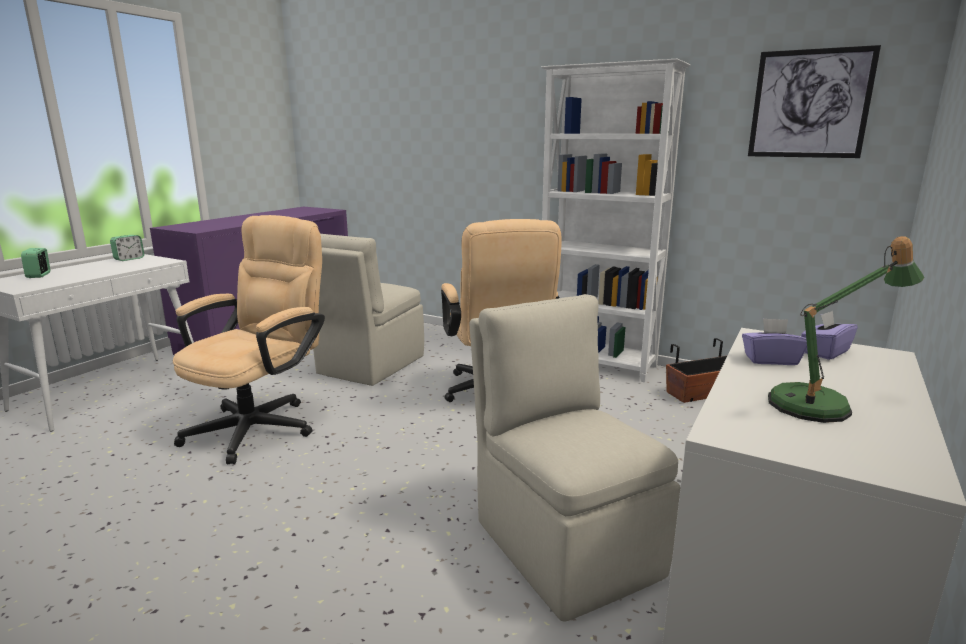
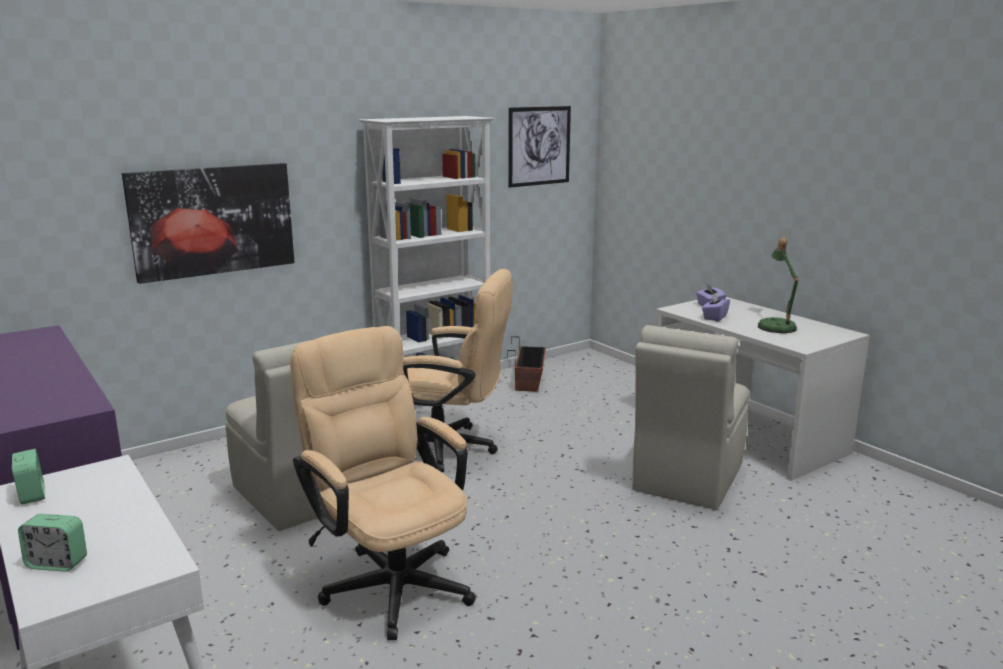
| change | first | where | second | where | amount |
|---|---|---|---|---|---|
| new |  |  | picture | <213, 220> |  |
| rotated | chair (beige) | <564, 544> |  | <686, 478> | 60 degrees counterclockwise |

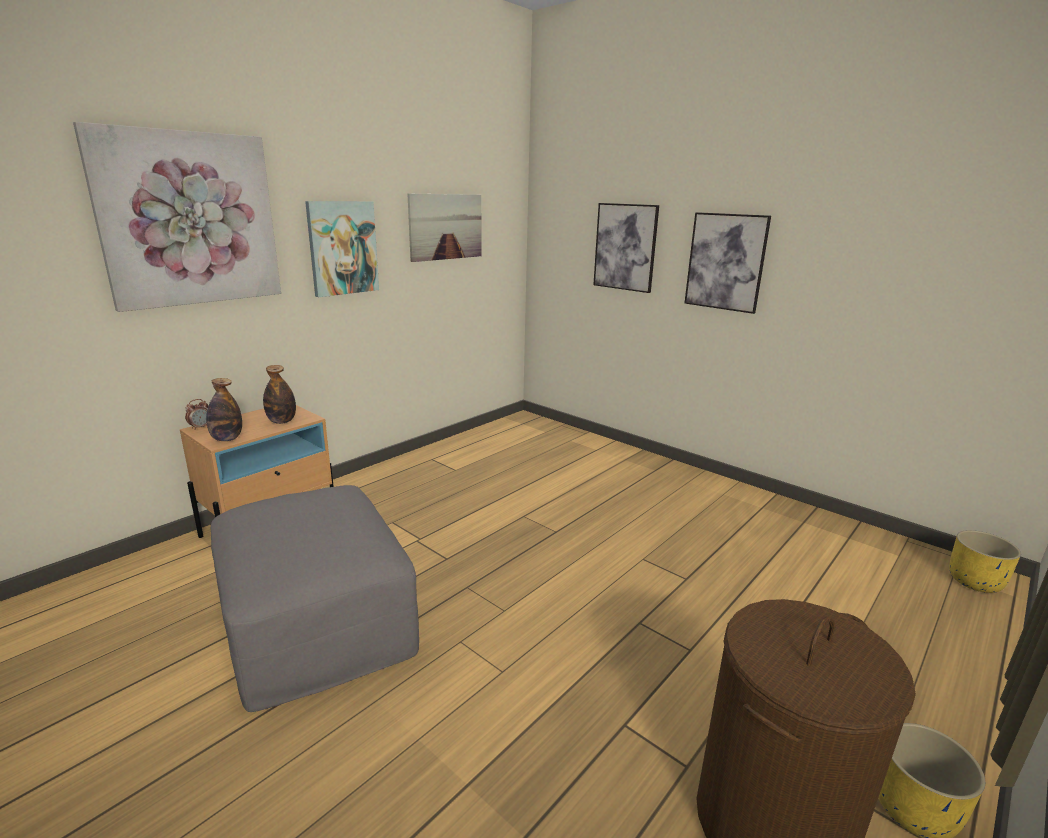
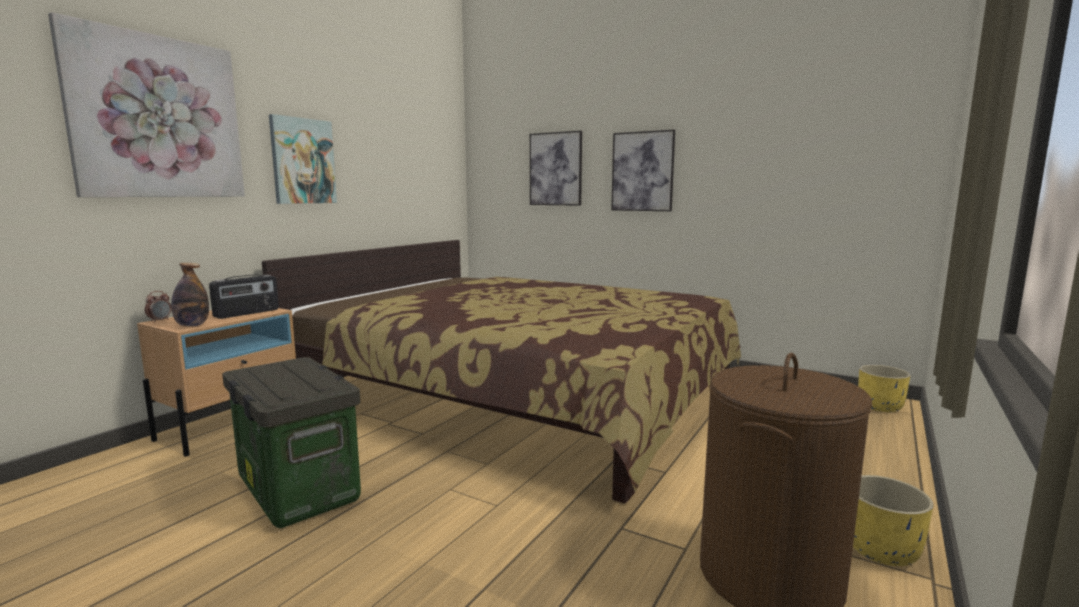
| change | first | where | second | where | amount |
|---|---|---|---|---|---|
| gone | picture | <446, 227> |  |  |  |
| new |  |  | bed | <519, 390> |  |
| swapped | ottoman (grey) | <315, 619> | storage box | <295, 489> |  |
| swapped | bottle | <282, 421> | radio | <247, 313> |  |

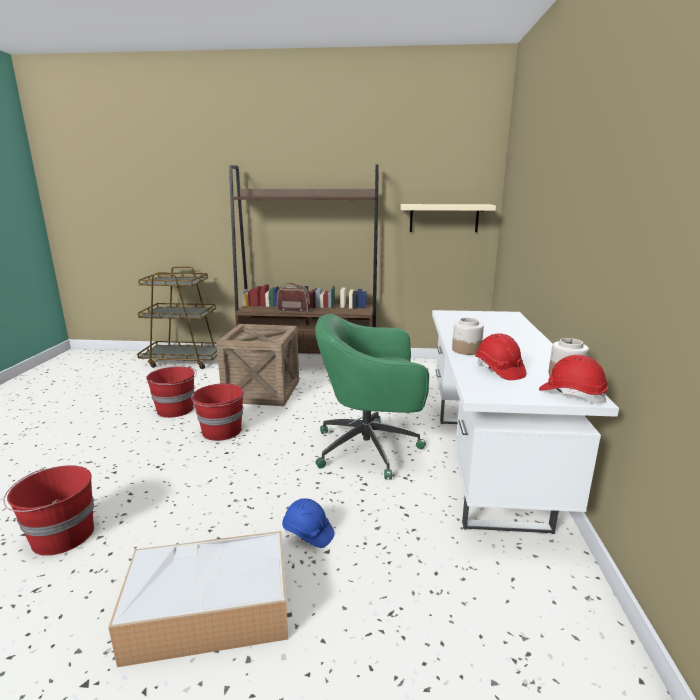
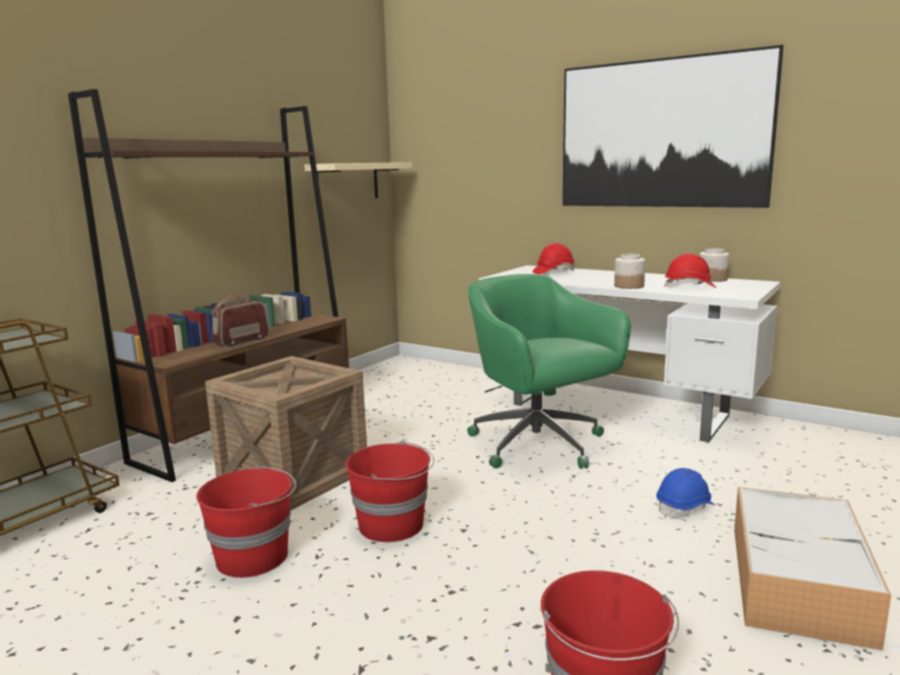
| change | first | where | second | where | amount |
|---|---|---|---|---|---|
| new |  |  | picture | <661, 134> |  |
| shifted | hard hat (red) | <571, 394> |  | <553, 272> |  |
| rotated | office chair (green) | <370, 448> |  | <539, 445> | 120 degrees clockwise |

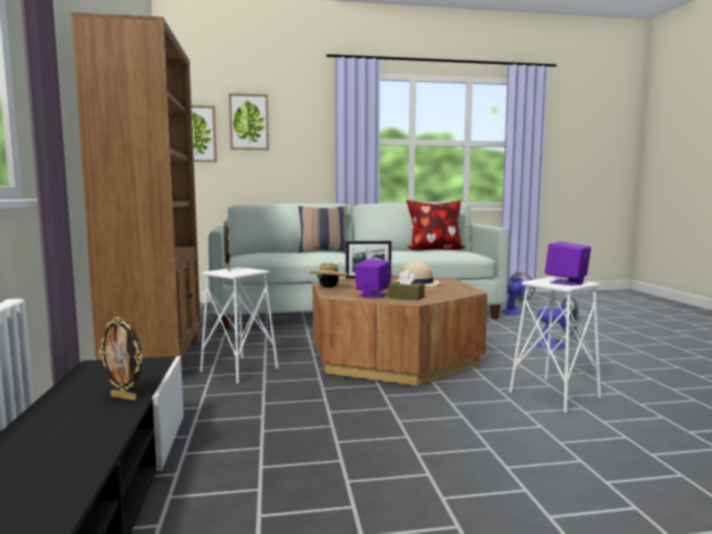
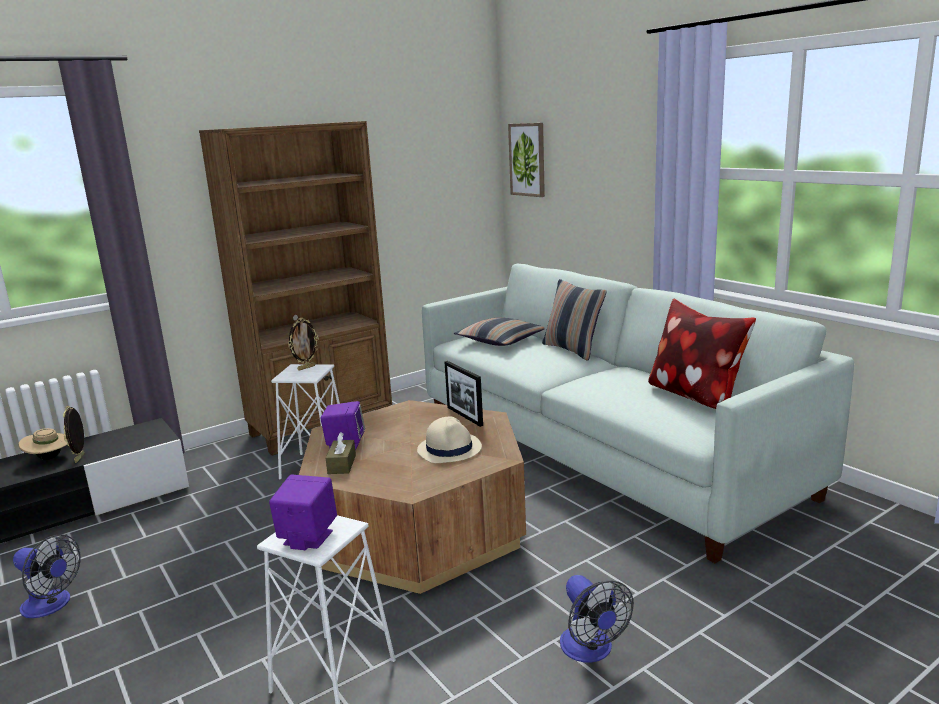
| change | first | where | second | where | amount |
|---|---|---|---|---|---|
| gone | picture | <249, 122> |  |  |  |
| new |  |  | pillow | <501, 340> |  |
| shifted | hat (beige) | <329, 287> |  | <49, 458> |  |
| shifted | fan | <515, 311> |  | <51, 605> |  |

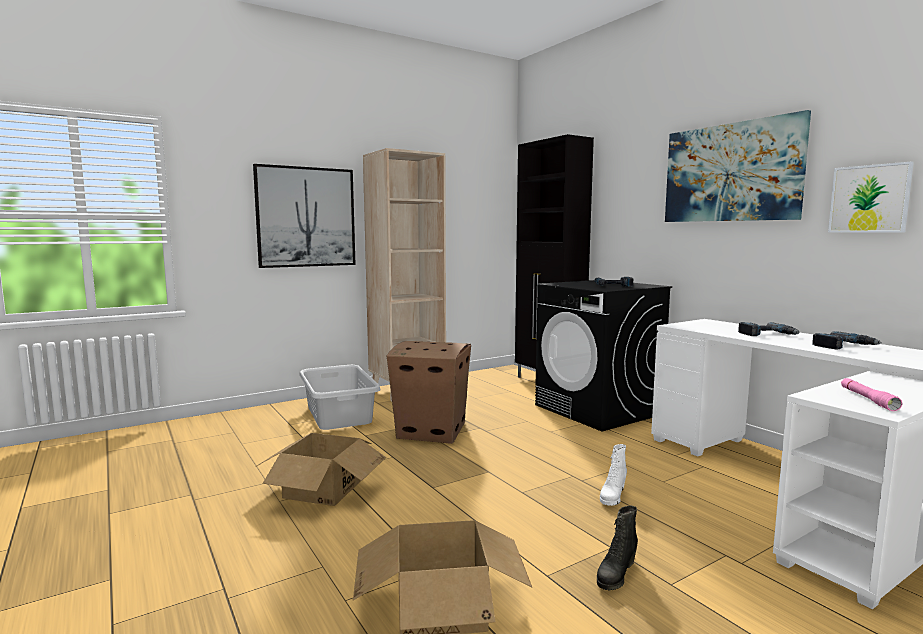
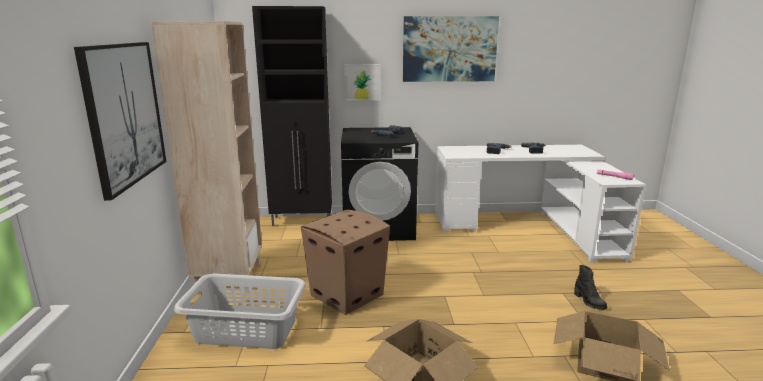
| change | first | where | second | where | amount |
|---|---|---|---|---|---|
| gone | boot (white) | <612, 496> |  |  |  |
| shifted | picture | <869, 199> |  | <362, 82> |  |

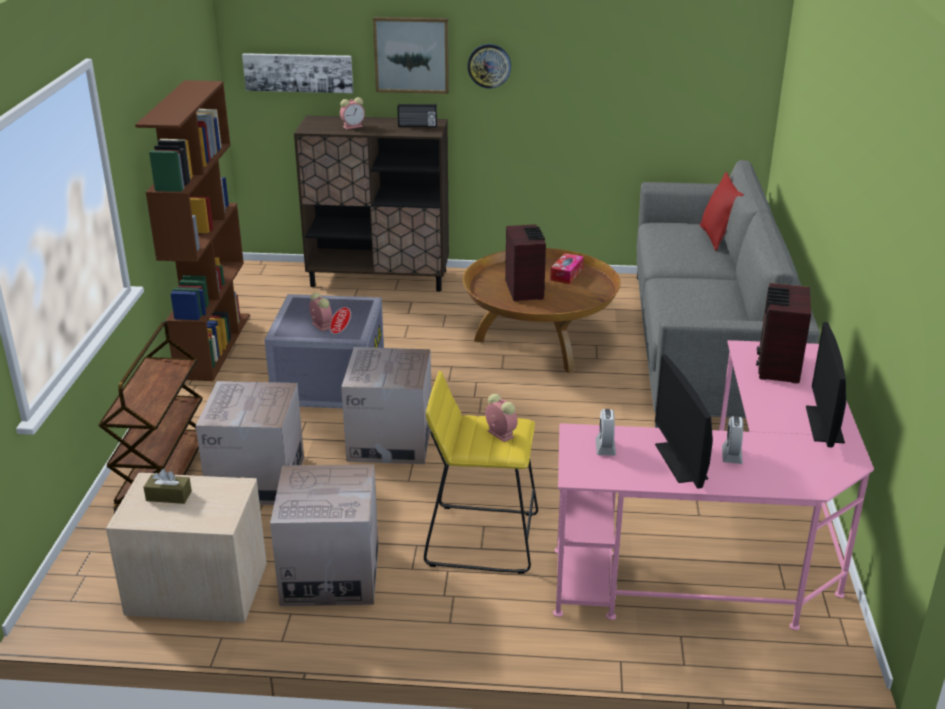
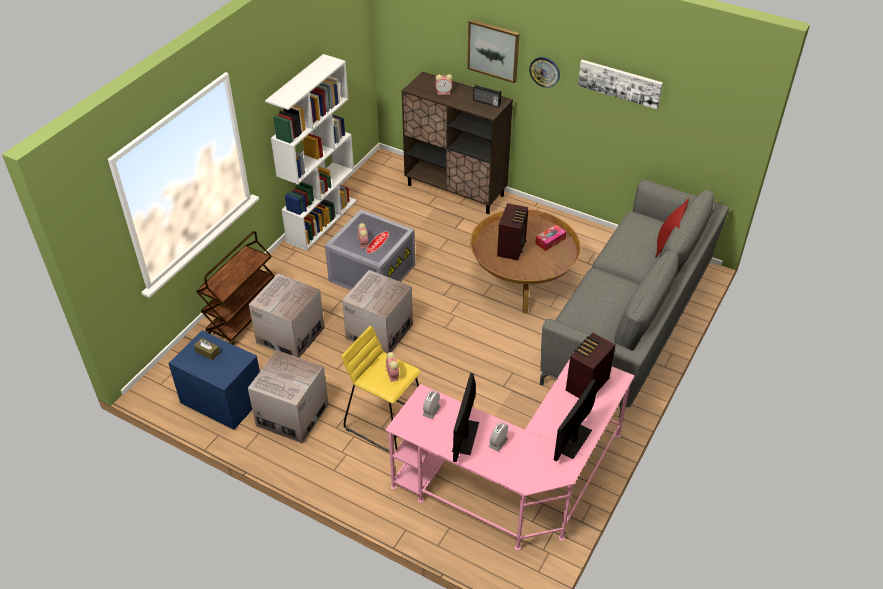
| change | first | where | second | where | amount |
|---|---|---|---|---|---|
| shifted | picture | <298, 72> |  | <620, 83> |  |
| repainted | nightstand (beige) | <196, 588> | nightstand (blue) | <222, 399> |  |
| repainted | bookcase (brown) | <213, 345> | bookcase (white) | <322, 220> |  |

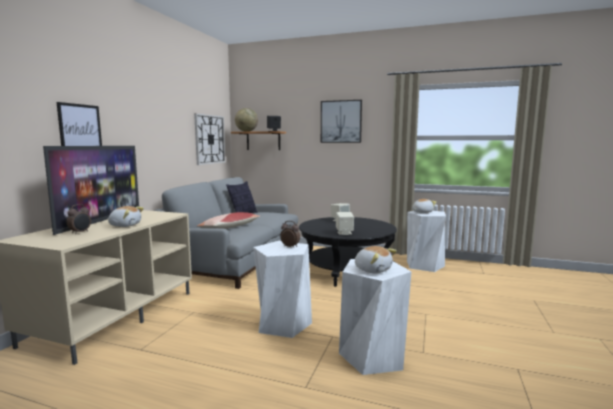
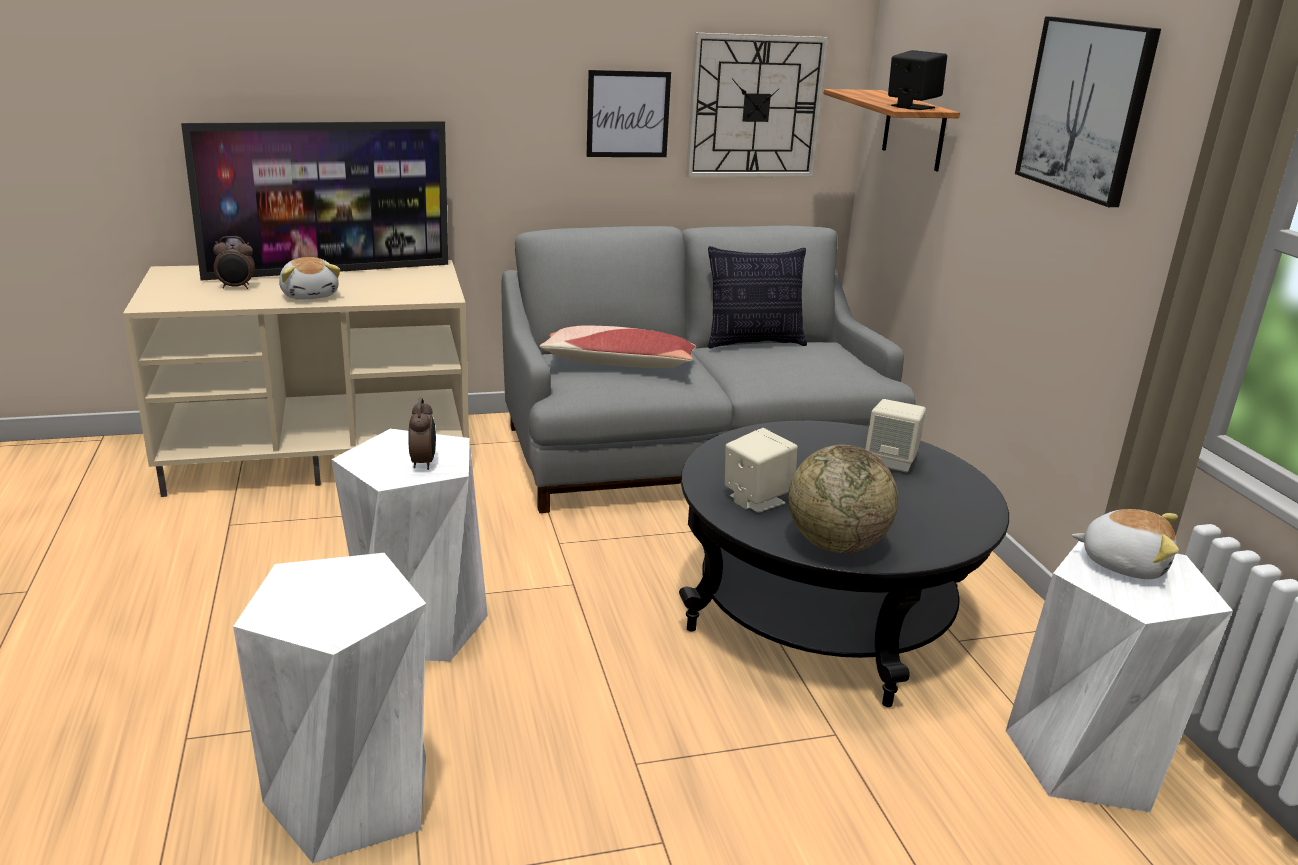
| change | first | where | second | where | amount |
|---|---|---|---|---|---|
| gone | plush toy | <373, 269> |  |  |  |
| shifted | picture | <80, 127> |  | <628, 114> |  |
| shifted | globe | <246, 131> |  | <836, 544> |  |

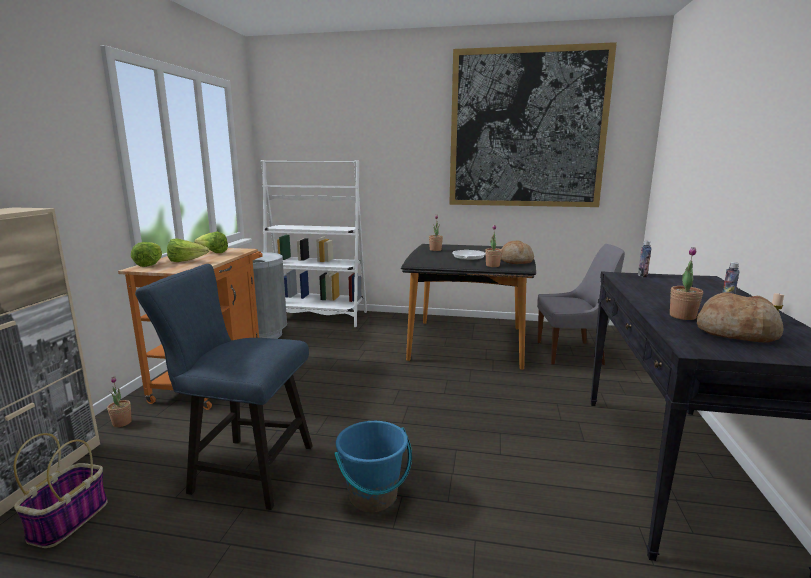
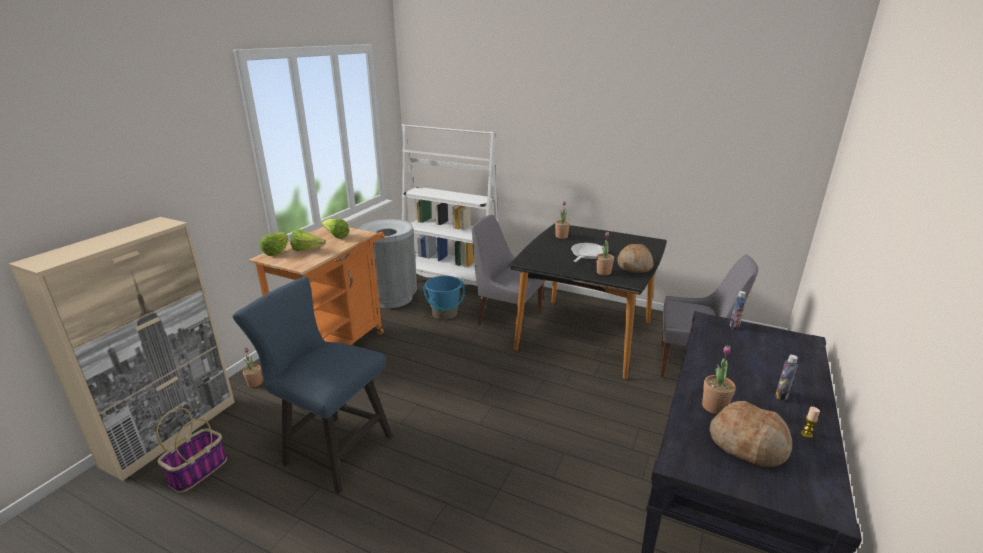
| change | first | where | second | where | amount |
|---|---|---|---|---|---|
| gone | picture | <526, 129> |  |  |  |
| new |  |  | chair (grey) | <507, 317> |  |
| shifted | bucket (blue) | <373, 496> |  | <444, 314> |  |

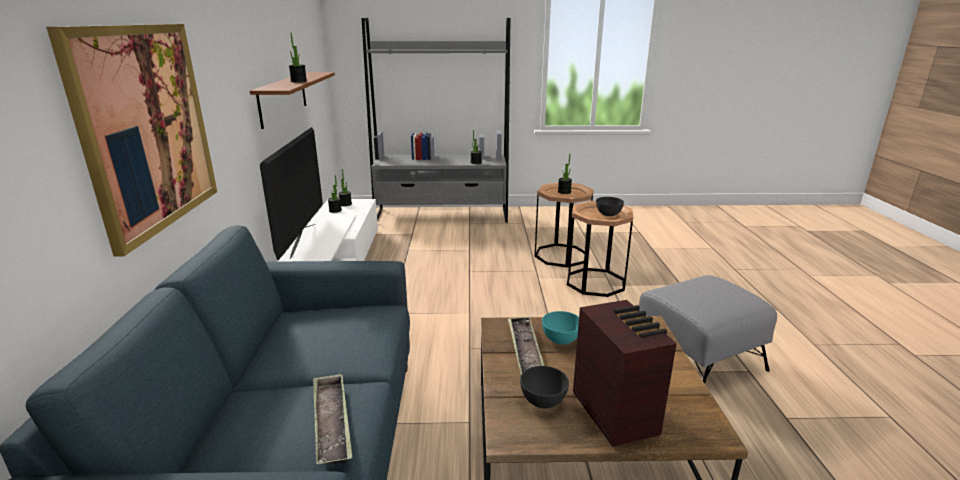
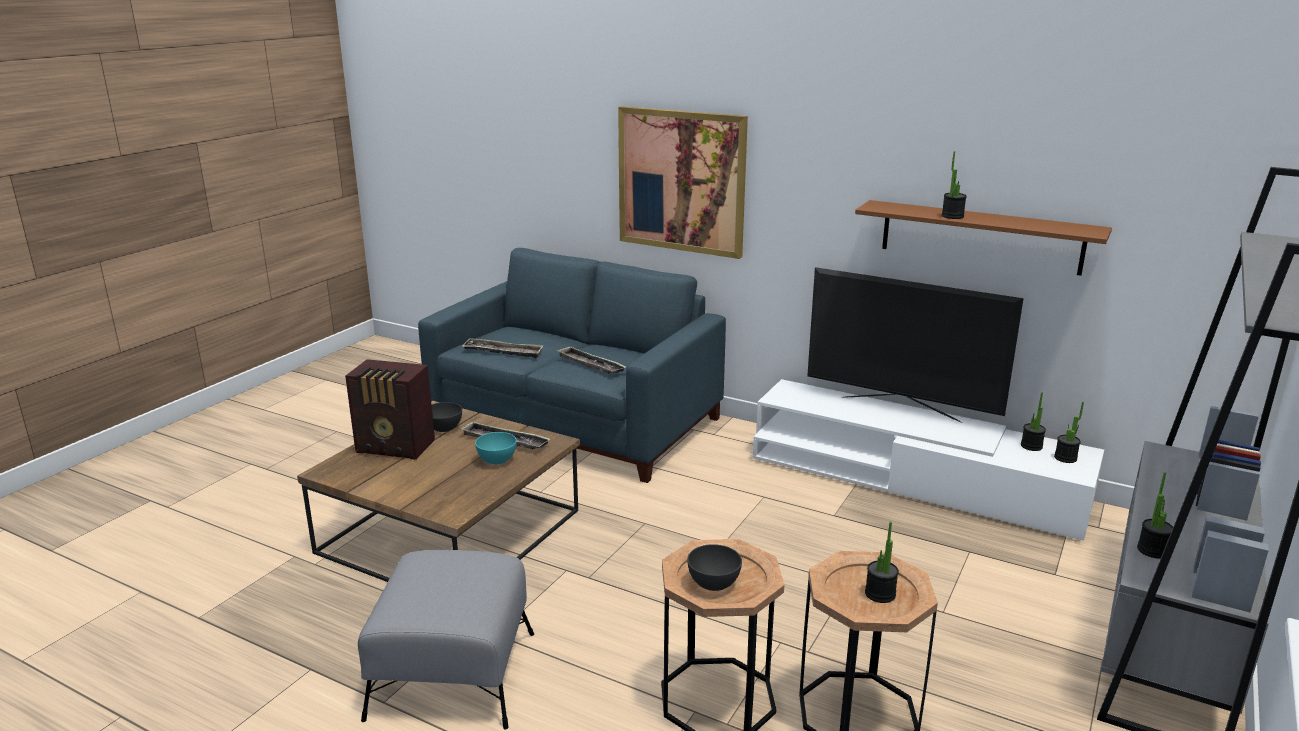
| change | first | where | second | where | amount |
|---|---|---|---|---|---|
| new |  |  | tray | <590, 365> |  |

